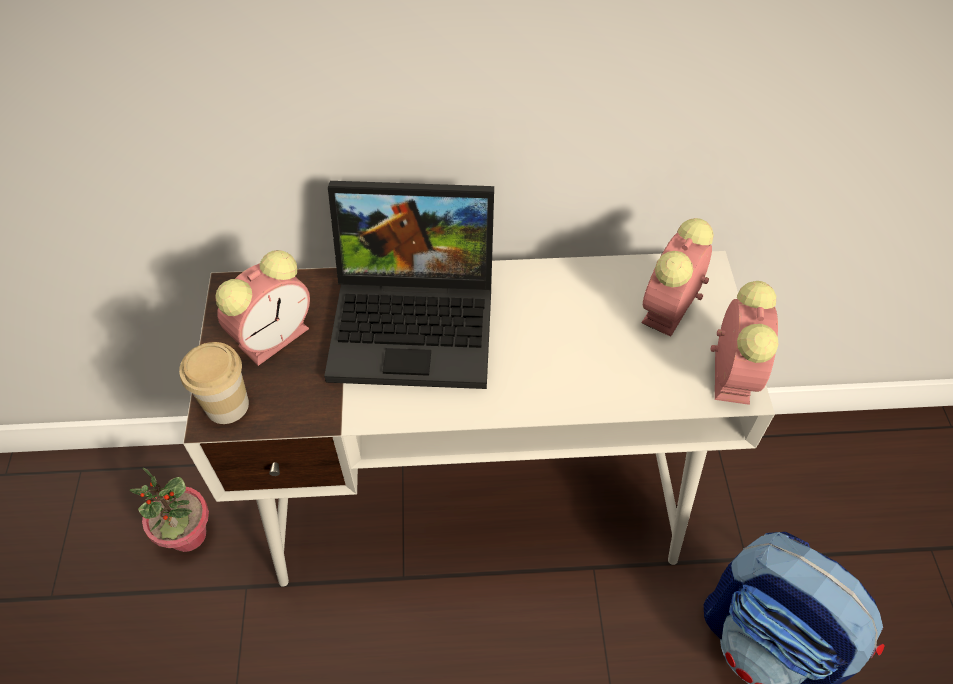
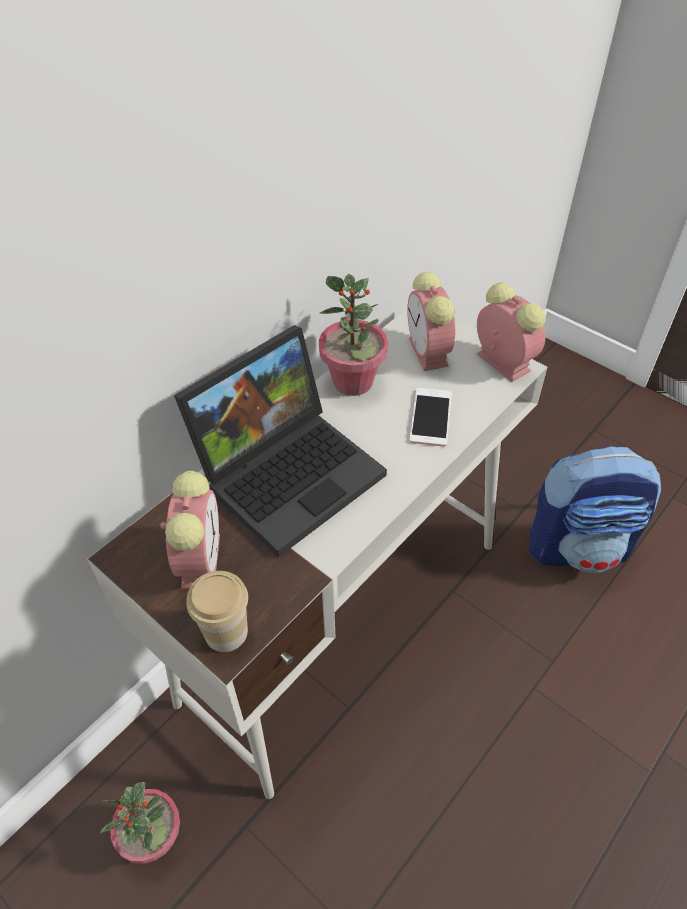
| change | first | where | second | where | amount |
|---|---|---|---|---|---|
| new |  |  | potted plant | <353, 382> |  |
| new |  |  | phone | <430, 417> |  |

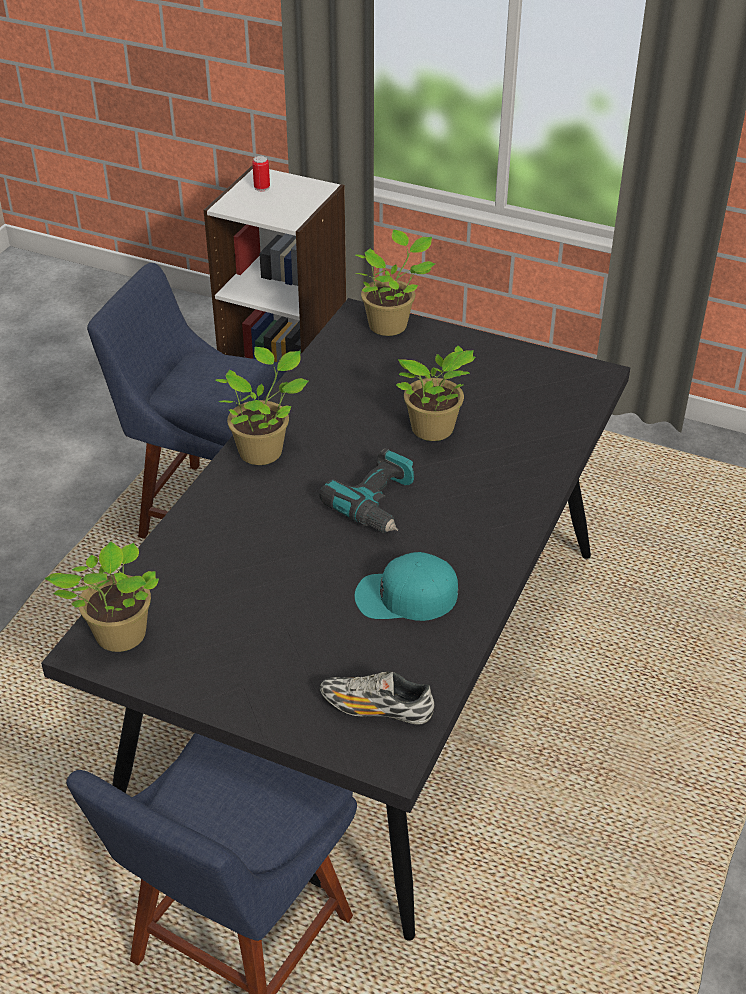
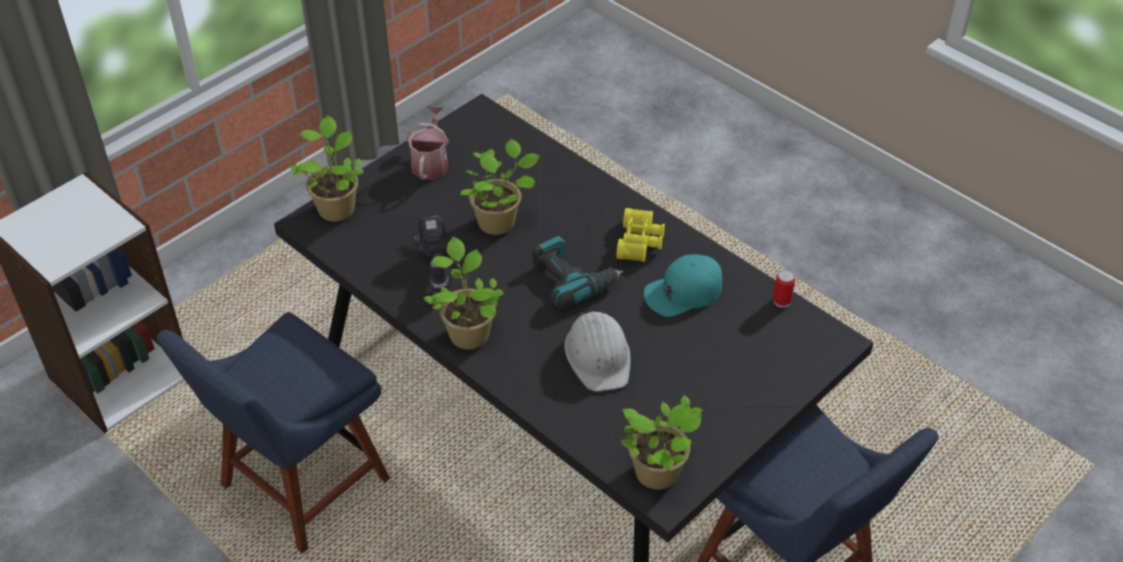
| change | first | where | second | where | amount |
|---|---|---|---|---|---|
| gone | shoe | <376, 709> |  |  |  |
| new |  |  | watering can | <430, 162> |  |
| new |  |  | power drill | <434, 272> |  |
| new |  |  | hard hat (white) | <598, 356> |  |
| new |  |  | binoculars (yellow) | <641, 242> |  |
| shifted | can | <262, 188> |  | <781, 301> |  |
| rotated | cap (turquoise) | <406, 596> |  | <683, 292> | 45 degrees clockwise |

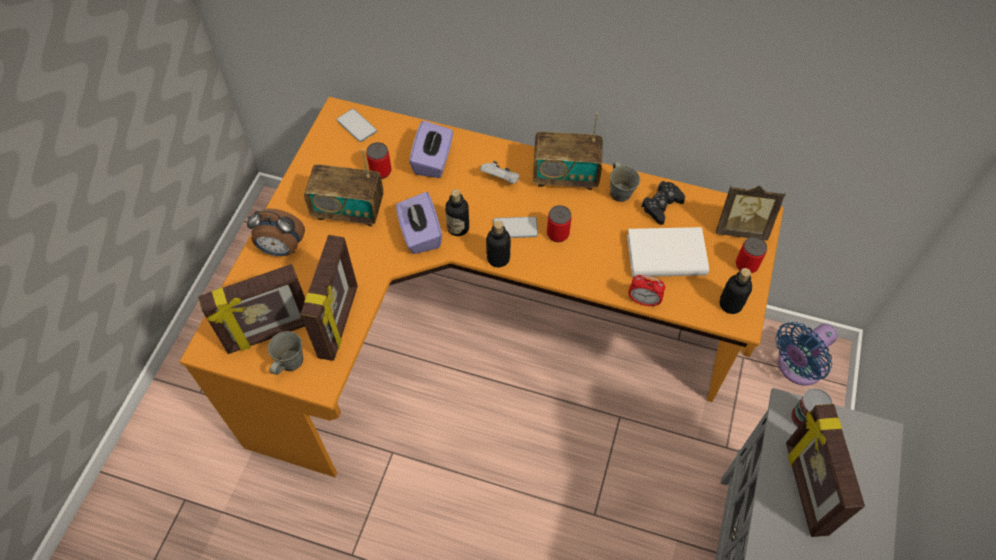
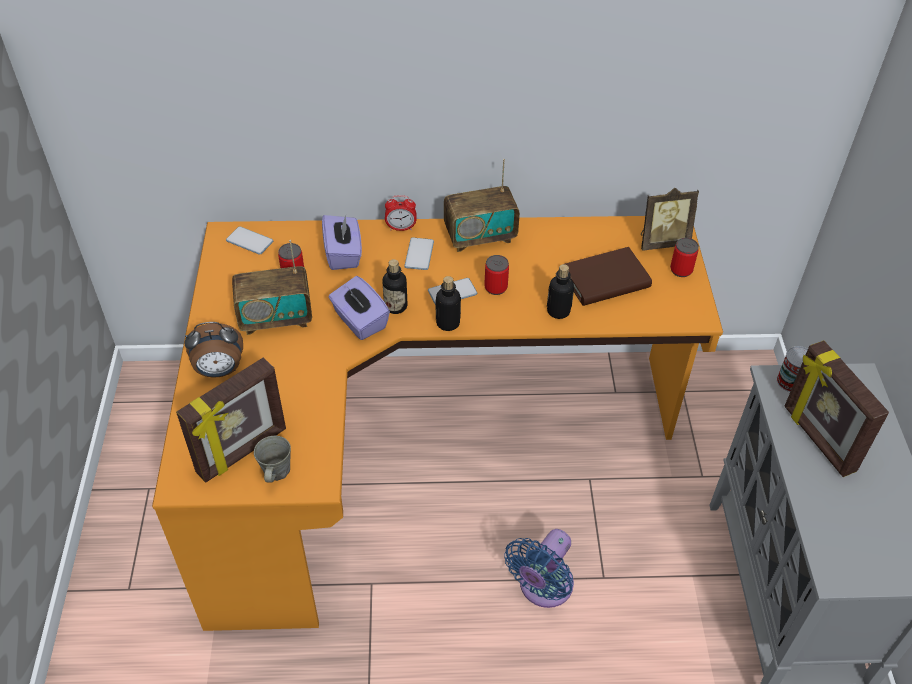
| change | first | where | second | where | amount |
|---|---|---|---|---|---|
| gone | picture frame | <340, 321> |  |  |  |
| gone | mug (grey) | <620, 192> |  |  |  |
| gone | game controller (black) | <661, 205> |  |  |  |
| shifted | alarm clock | <643, 301> |  | <401, 228> |  |
| shifted | bottle | <730, 304> |  | <558, 311> |  |
| shifted | fan (blue) | <796, 367> |  | <542, 588> |  |
| swapped | game controller (white) | <501, 180> | phone | <419, 254> |  |
| repainted | book (white) | <666, 255> | book (brown) | <605, 280> |  |

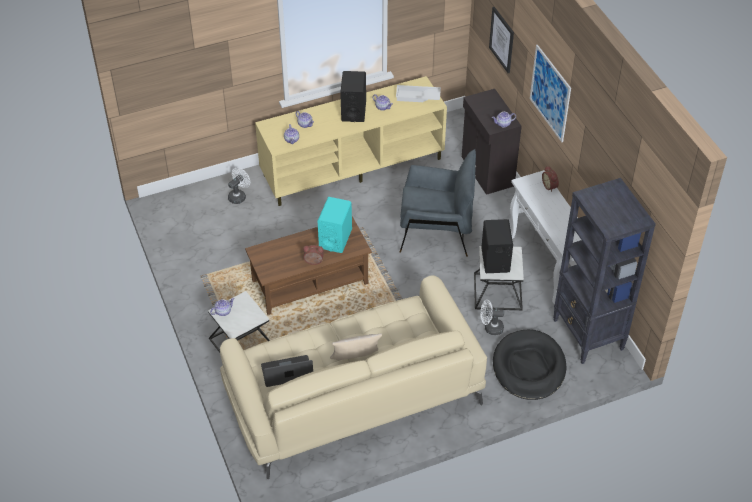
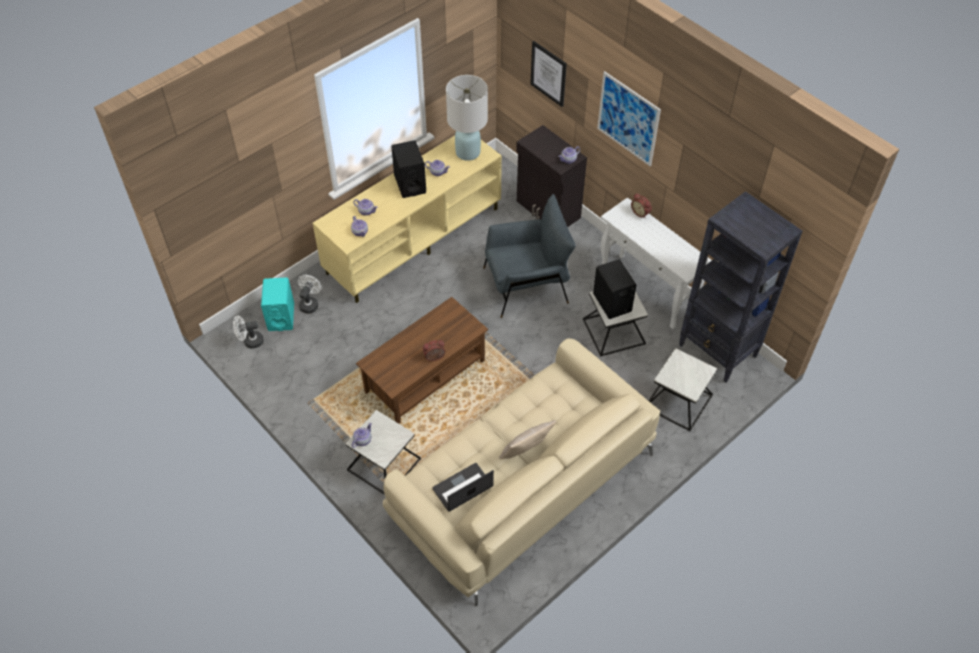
| change | first | where | second | where | amount |
|---|---|---|---|---|---|
| shifted | speaker (turquoise) | <335, 238> |  | <281, 317> |  |
| shifted | fan (white) | <490, 328> |  | <250, 342> |  |
| swapped | tray (white) | <417, 97> | table lamp (white) | <467, 152> |  |
| swapped | dog bed (black) | <529, 367> | side table | <678, 401> |  |

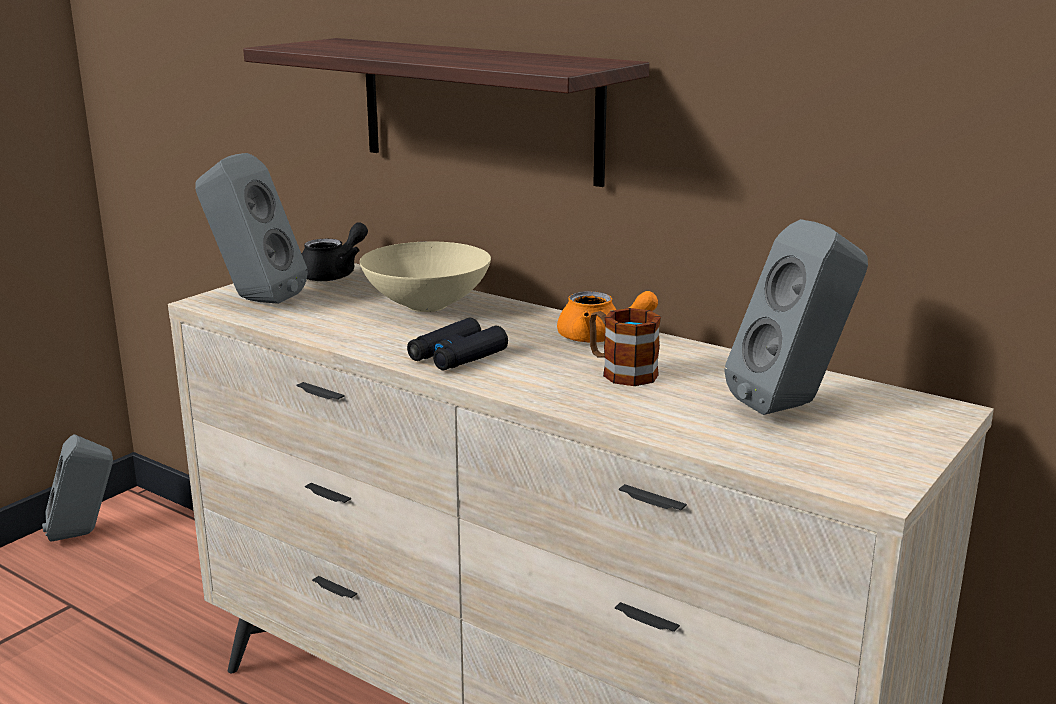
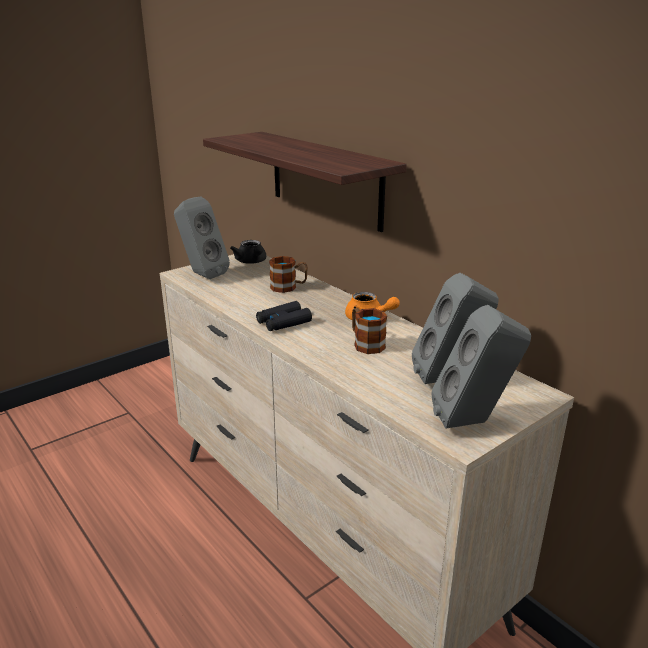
| change | first | where | second | where | amount |
|---|---|---|---|---|---|
| shifted | speaker (grey) | <84, 534> |  | <474, 422> |  |
| swapped | bowl (beige) | <429, 305> | mug | <289, 287> |  |
| rotated | teapot (black) | <334, 274> |  | <252, 262> | 105 degrees clockwise |

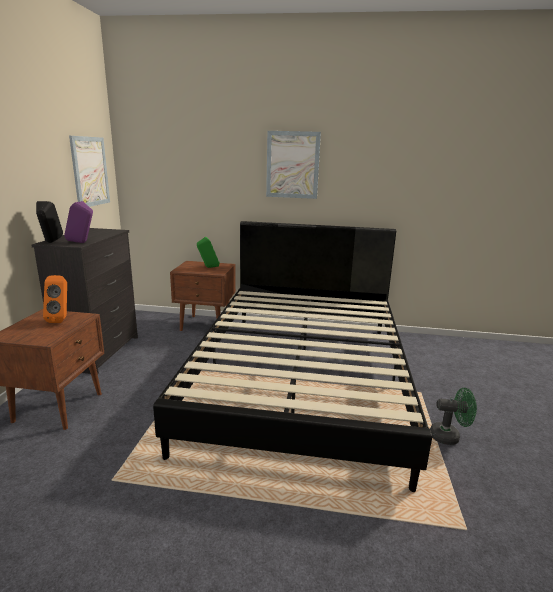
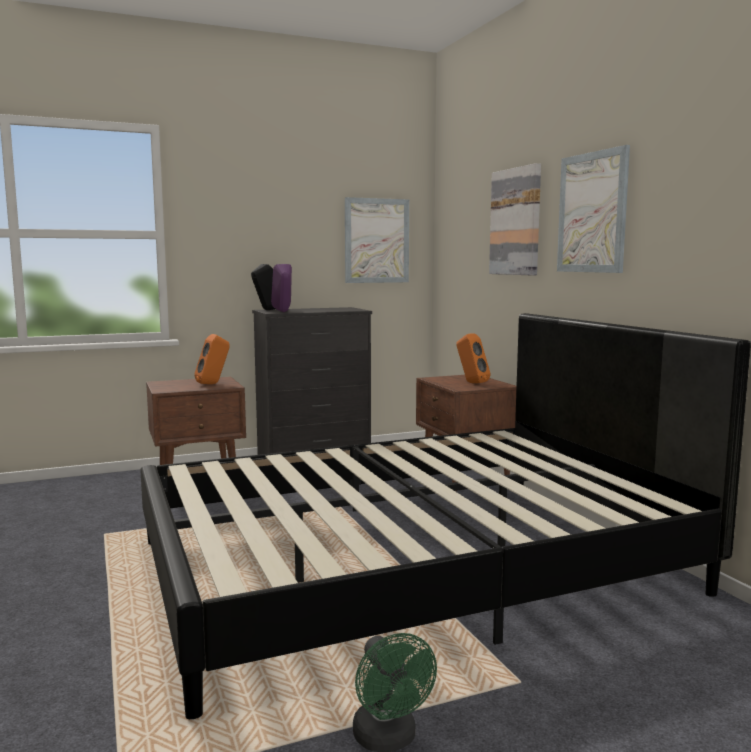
| change | first | where | second | where | amount |
|---|---|---|---|---|---|
| new |  |  | picture | <516, 222> |  |
| repainted | speaker (green) | <208, 267> | speaker (orange) | <471, 383> |  |

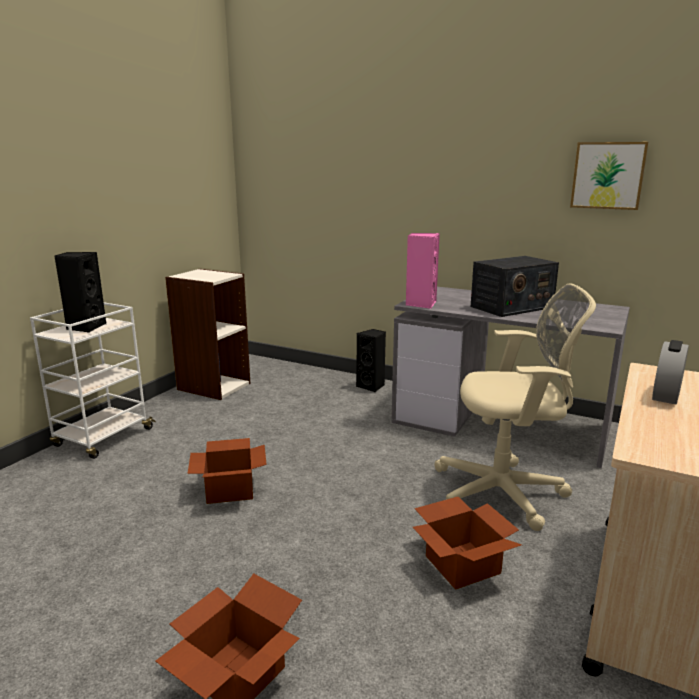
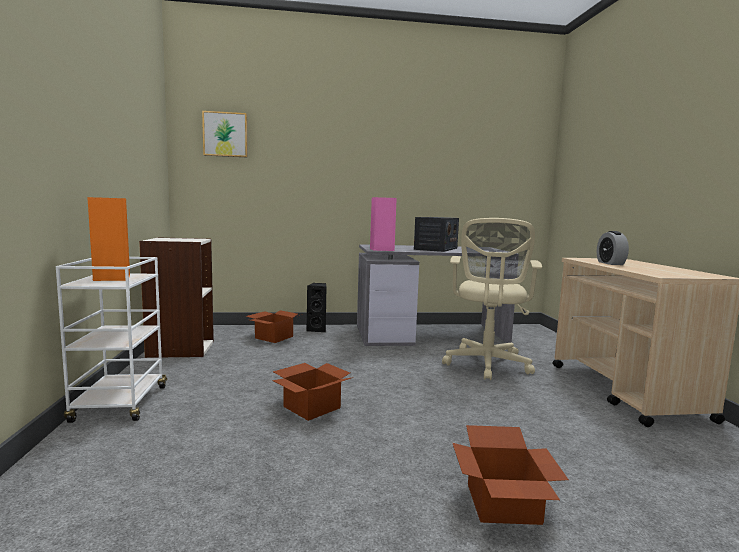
| change | first | where | second | where | amount |
|---|---|---|---|---|---|
| shifted | cardboard box | <462, 563> |  | <273, 337> |  |
| shifted | picture | <608, 175> |  | <225, 134> |  |
| repainted | speaker (black) | <85, 327> | speaker (orange) | <112, 278> |  |
| rotated | office chair (beige) | <505, 493> |  | <487, 365> | 135 degrees clockwise |

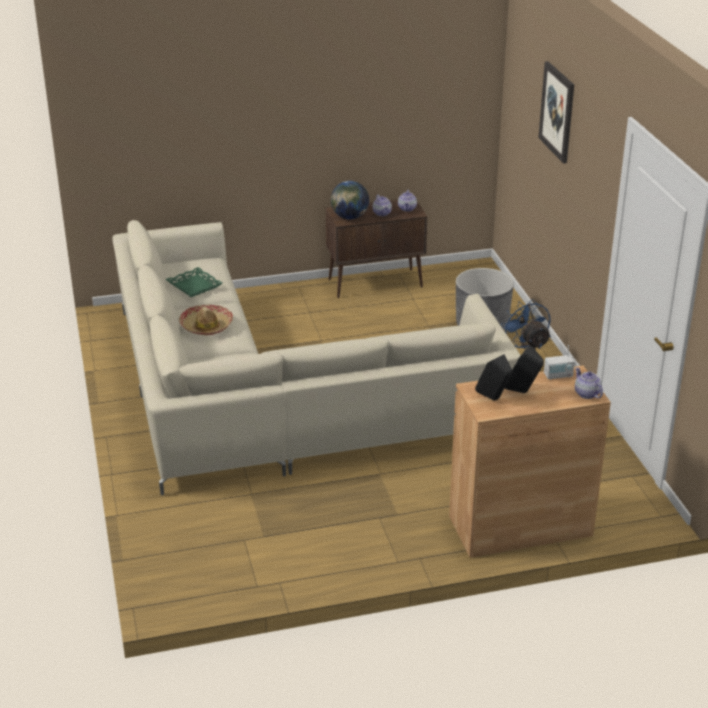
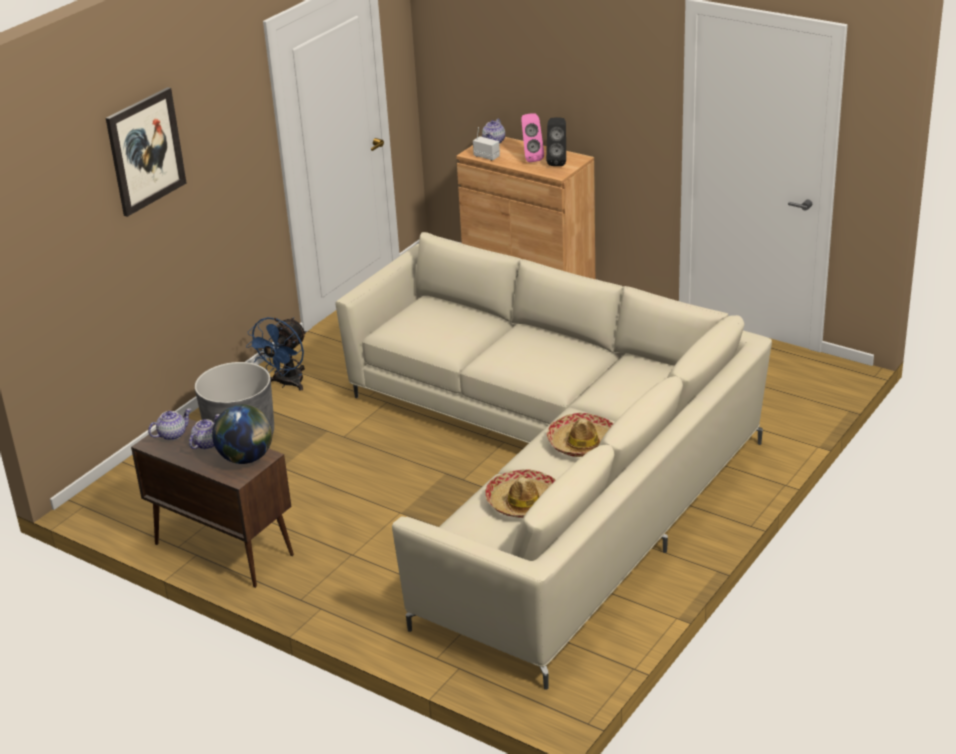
| change | first | where | second | where | amount |
|---|---|---|---|---|---|
| swapped | tray (green) | <194, 286> | hat | <523, 502> |  |
| repainted | speaker (black) | <522, 392> | speaker (pink) | <531, 158> |  |

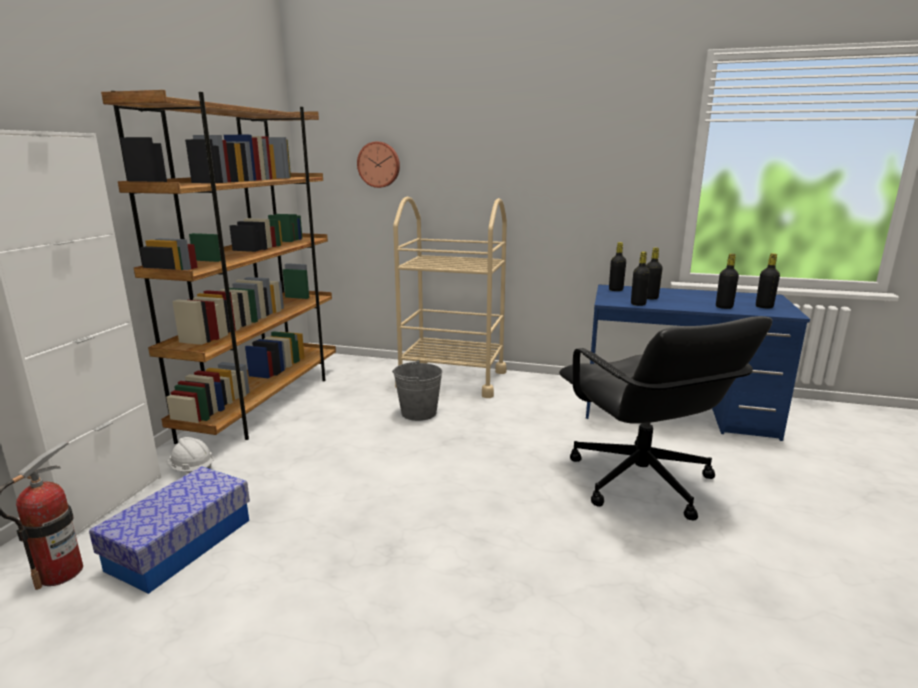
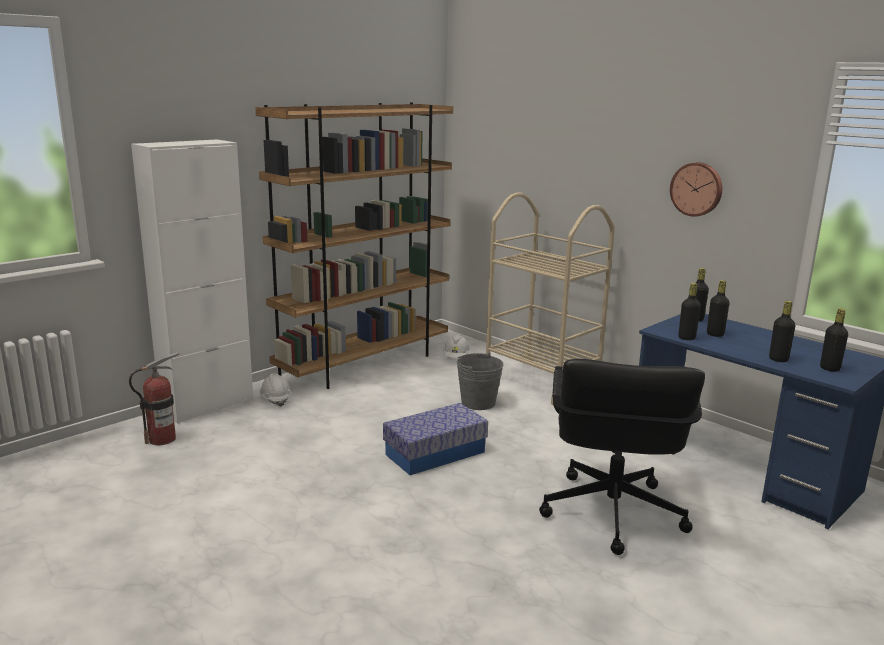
| change | first | where | second | where | amount |
|---|---|---|---|---|---|
| new |  |  | hard hat (white) | <456, 357> |  |
| shifted | storage box | <181, 544> |  | <435, 453> |  |
| shifted | wall clock | <379, 164> |  | <697, 189> |  |

